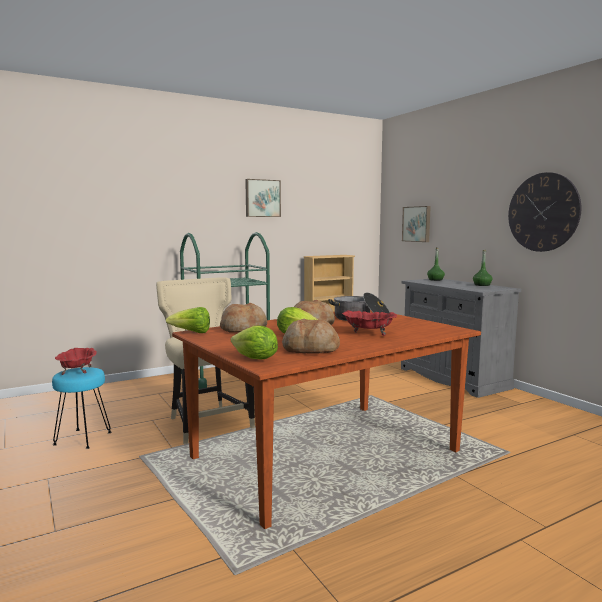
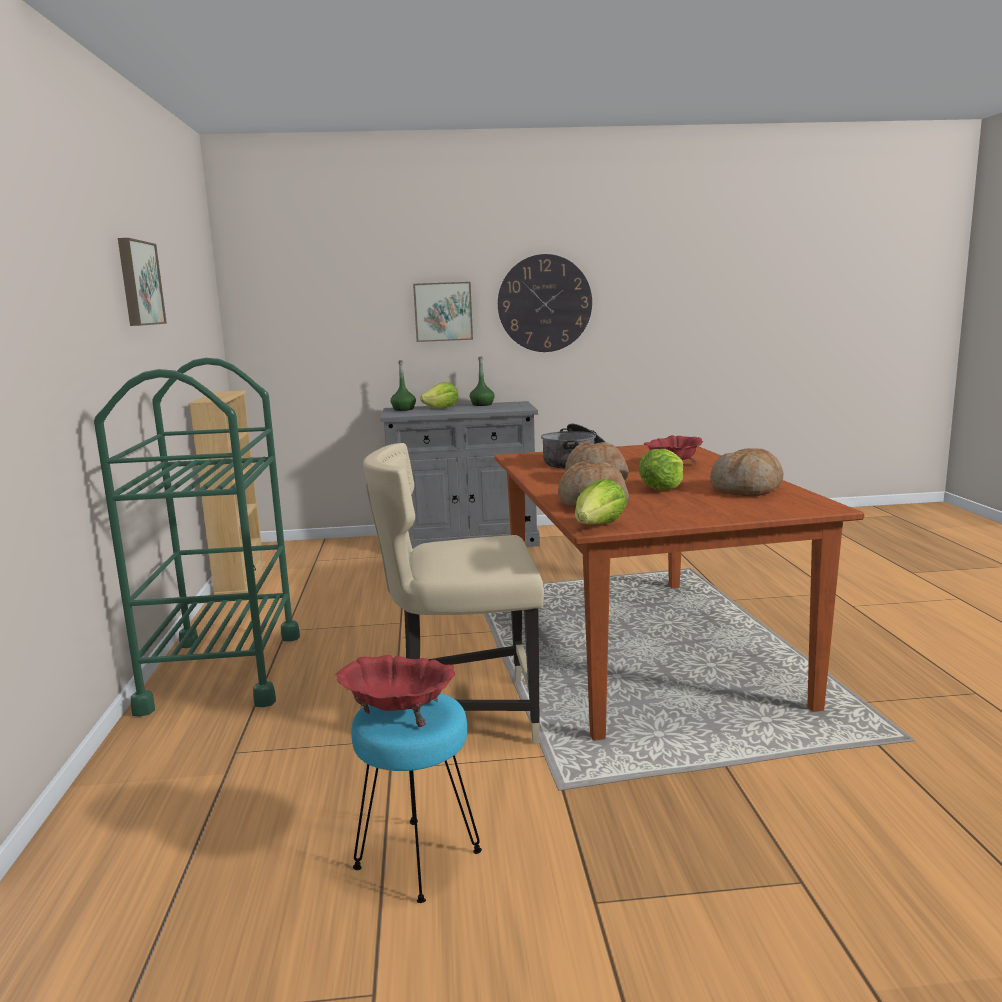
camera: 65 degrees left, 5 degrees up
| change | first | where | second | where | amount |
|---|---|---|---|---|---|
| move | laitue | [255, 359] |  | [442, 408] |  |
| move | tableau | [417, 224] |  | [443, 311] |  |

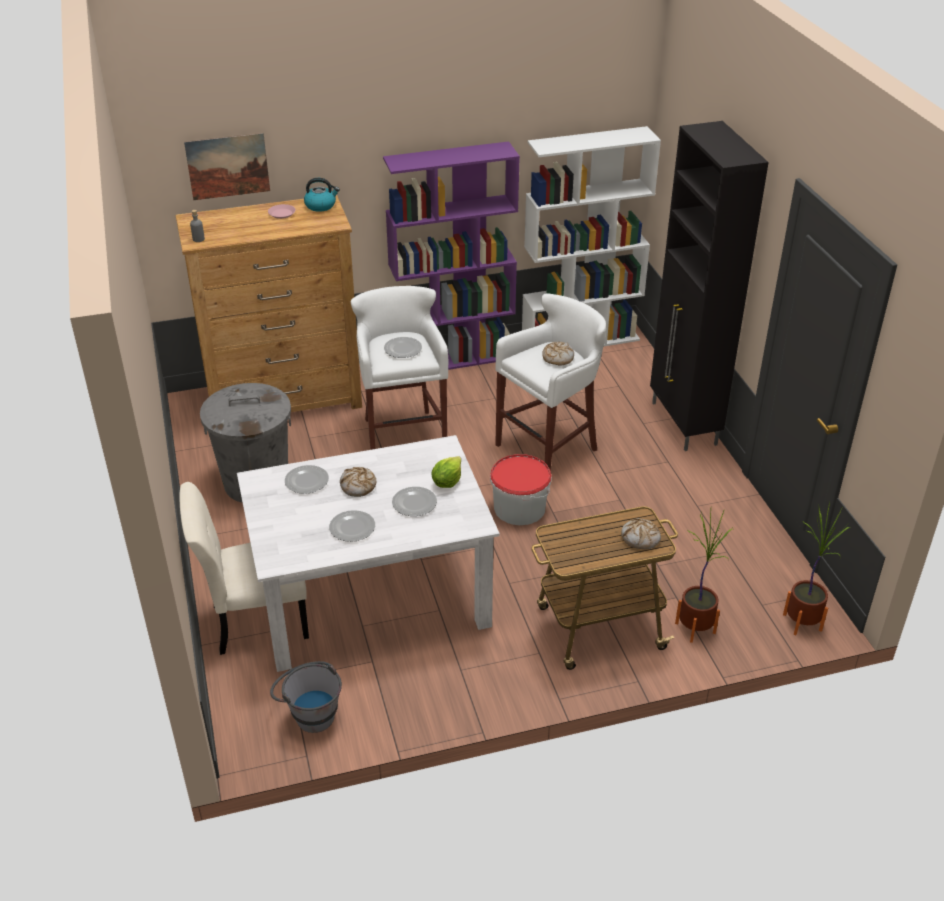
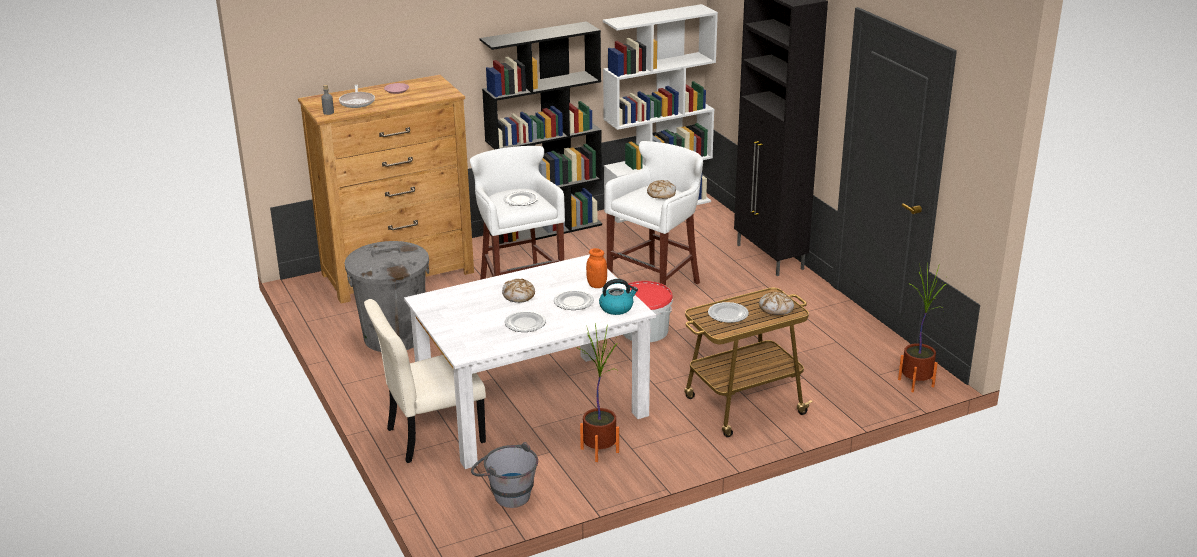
camera: 10 degrees left, 10 degrees down
| change | first | where | second | where | amount |
|---|---|---|---|---|---|
| delete | tableau | [228, 166] |  |  |  |
| move | assiette | [307, 480] |  | [728, 314] |  |
| move | bouilloire | [321, 205] |  | [617, 308] |  |
| recolor | bibliothèque [violet] | [454, 358] | bibliothèque [noir] | [546, 229] |  |
| replace | laitue | [447, 482] | bocal [orange] | [597, 285] |  |
| move | plante en pot | [695, 628] |  | [600, 450] |  |
| insert |  |  | poêle | [357, 102] |  |

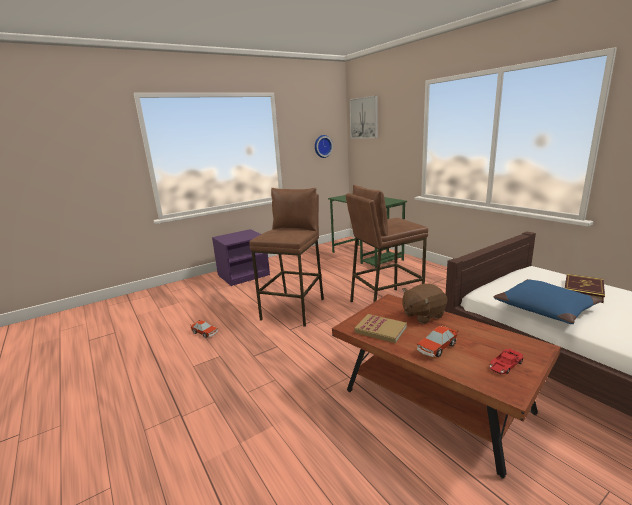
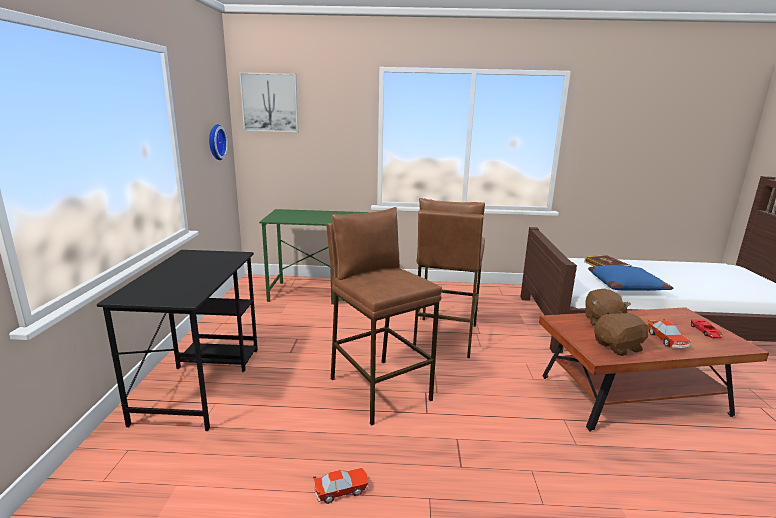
camera: 55 degrees left, 0 degrees up
| change | first | where | second | where | amount |
|---|---|---|---|---|---|
| replace | table de chevet [violet] | [244, 275] | bureau [noir] | [201, 382] |  |
| replace | livre | [380, 330] | peluche [marron] | [618, 347] |  |

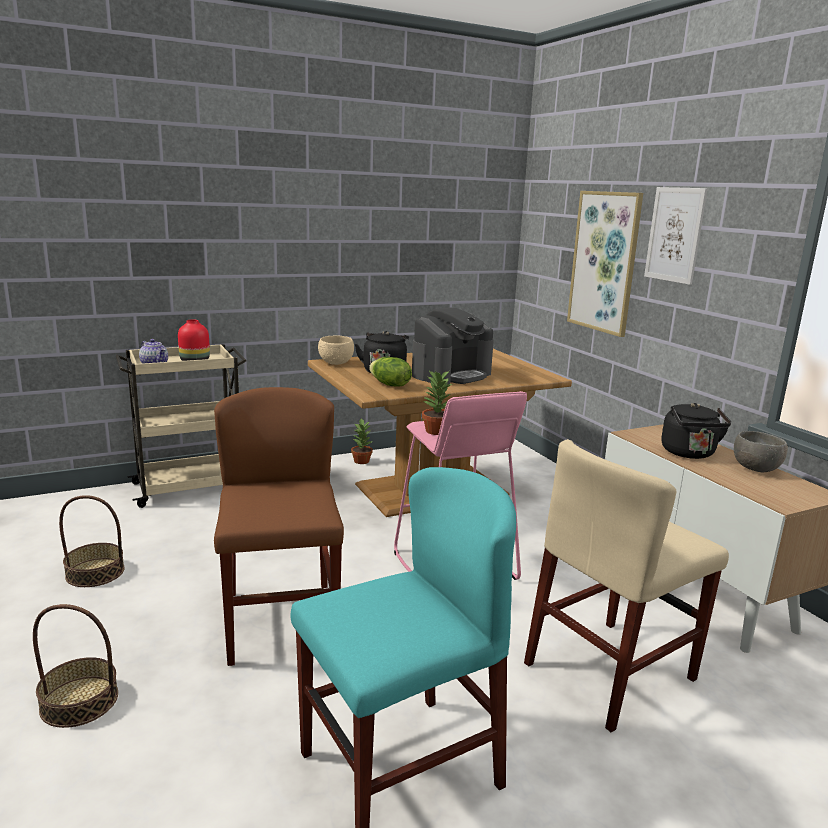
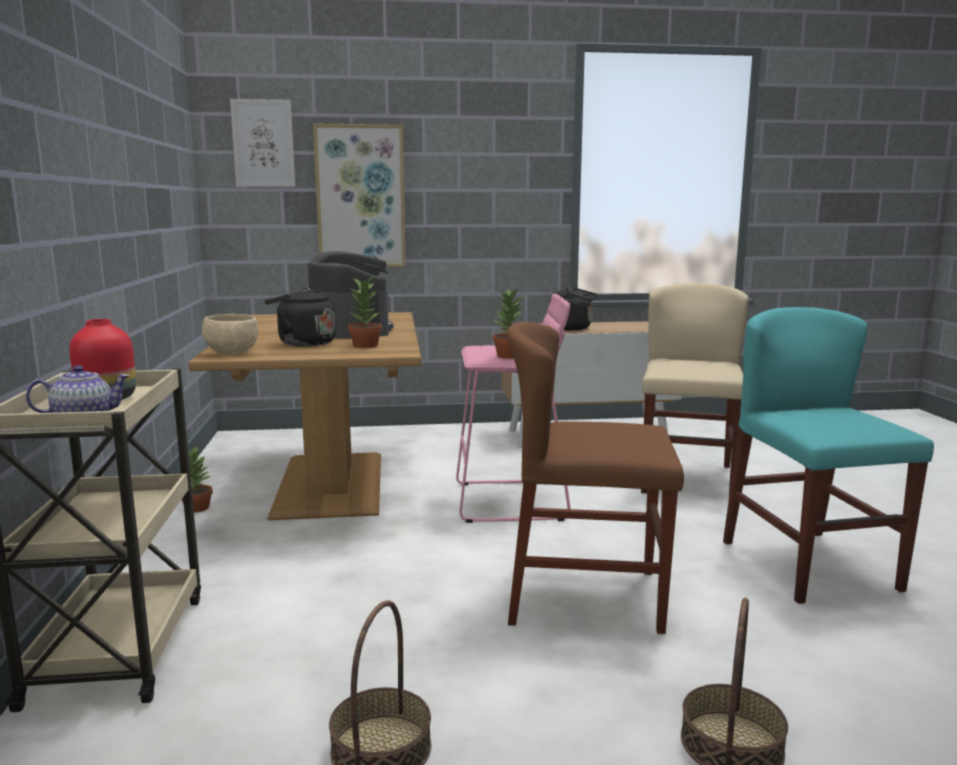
camera: 70 degrees left, 5 degrees down
| change | first | where | second | where | amount |
|---|---|---|---|---|---|
| replace | laitue | [389, 385] | plante en pot | [366, 345] |  |
| rotate | chaise [beige] | [610, 671] |  | [686, 479] | 150 degrees counterclockwise |
| move | tableau | [675, 235] |  | [263, 143] |  |
| delete | bol [gris] | [756, 469] |  |  |  |

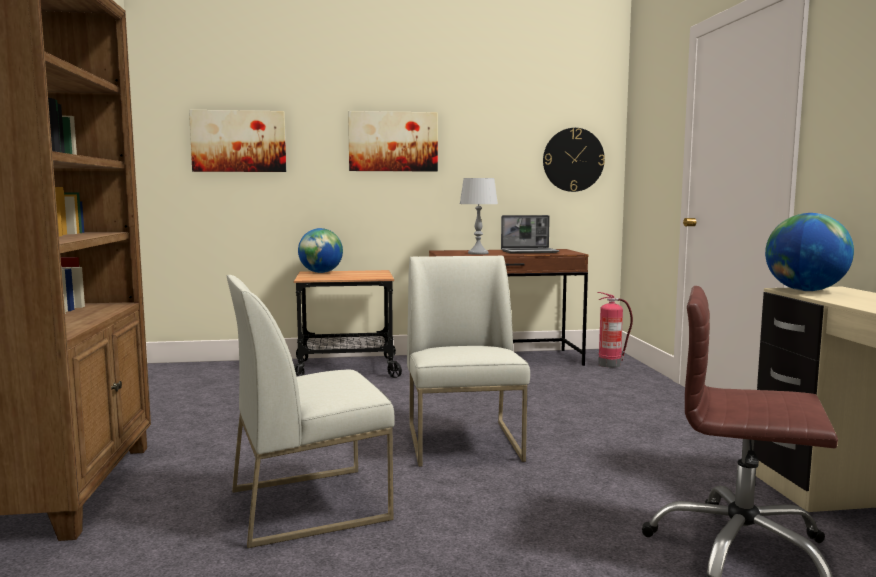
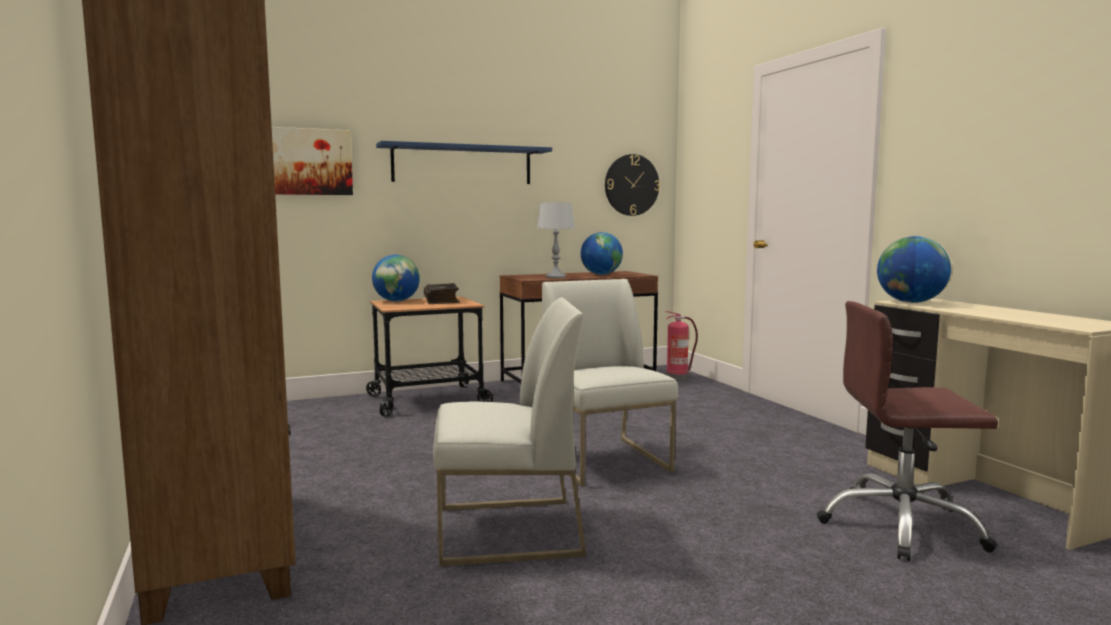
camera: 15 degrees left, 0 degrees up
| change | first | where | second | where | amount |
|---|---|---|---|---|---|
| rotate | chaise [blanc] | [310, 504] |  | [507, 531] | 150 degrees counterclockwise |
| replace | tableau | [393, 141] | étagère [bleu] | [462, 164] |  |
| replace | ordinateur portable | [530, 252] | globe | [601, 274] |  |
| insert |  |  | livre | [442, 300] |  |

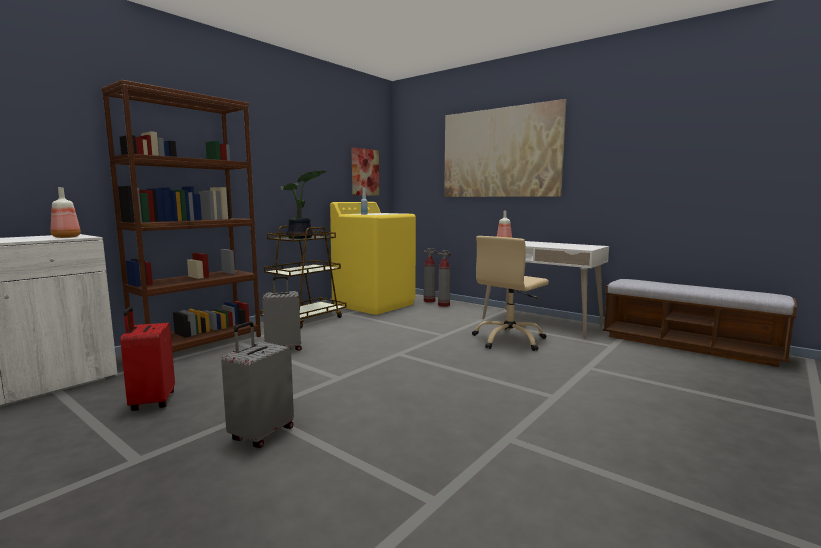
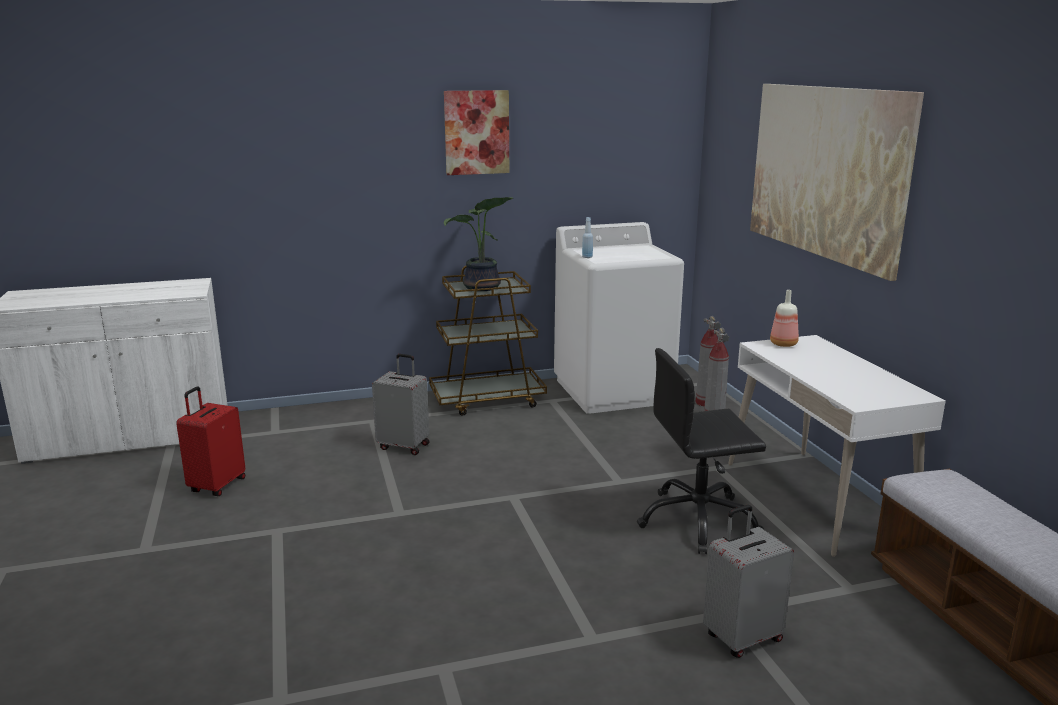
camera: 35 degrees right, 10 degrees up
| change | first | where | second | where | amount |
|---|---|---|---|---|---|
| delete | bouteille | [66, 237] |  |  |  |
| delete | bibliothèque [marron] | [199, 345] |  |  |  |
| move | valise [gris] | [261, 434] |  | [741, 637] |  |
| recolor | lave-linge [jaune] | [374, 304] | lave-linge [blanc] | [613, 391] |  |
| move | tableau | [365, 172] |  | [476, 132] |  |
| recolor | chaise de bureau [beige] | [509, 340] | chaise de bureau [noir] | [698, 521] |  |

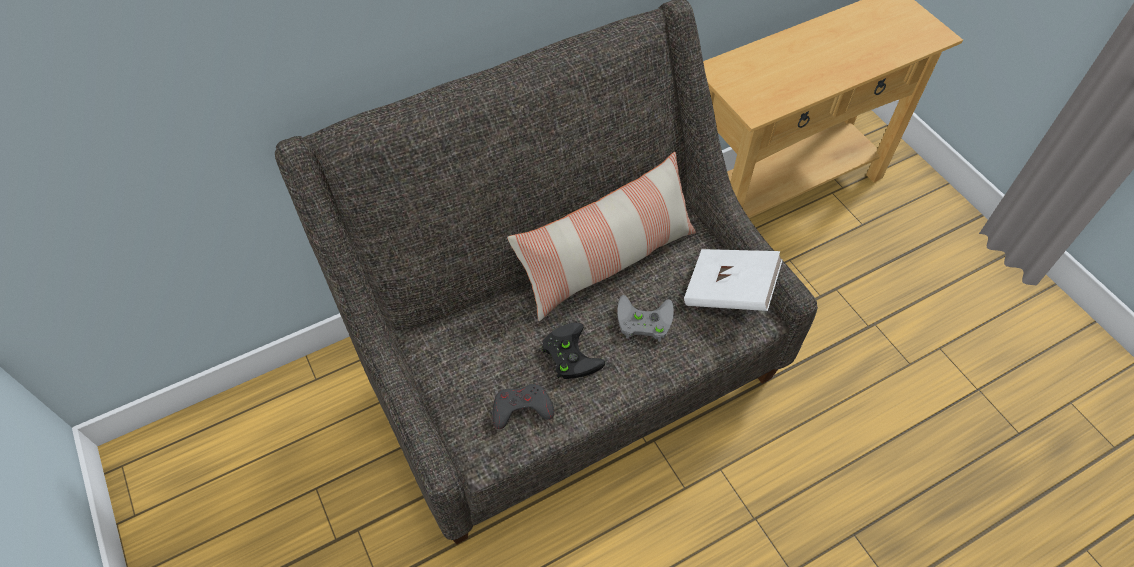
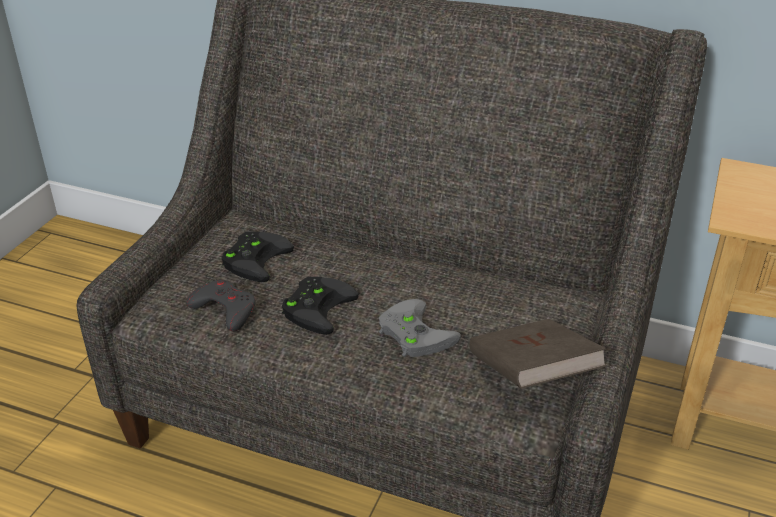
camera: 50 degrees right, 20 degrees down
| change | first | where | second | where | amount |
|---|---|---|---|---|---|
| delete | coussin | [607, 261] |  |  |  |
| recolor | livre [blanc] | [729, 292] | livre [marron] | [531, 375] |  |
| insert |  |  | manette [noir] | [255, 258] |  |

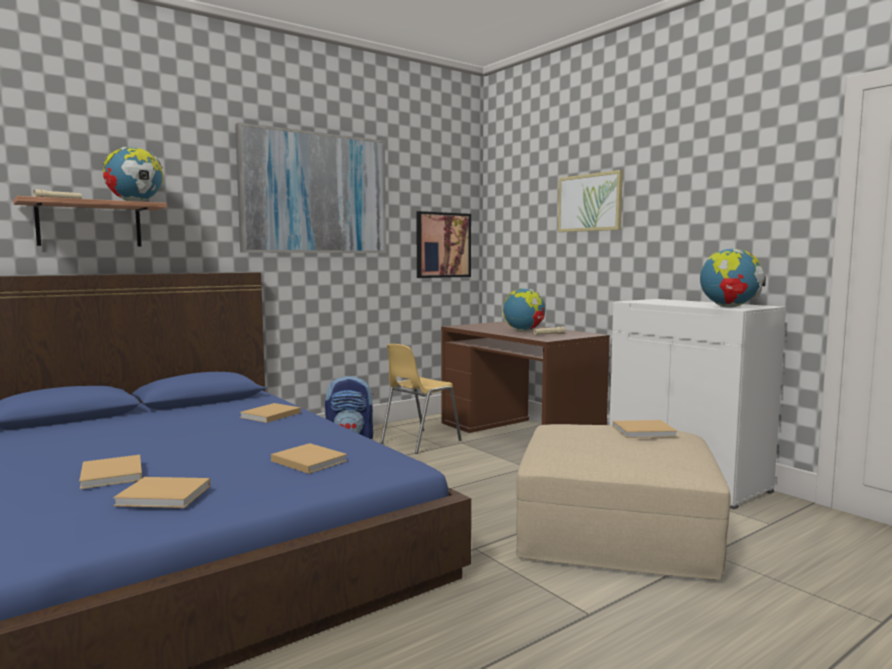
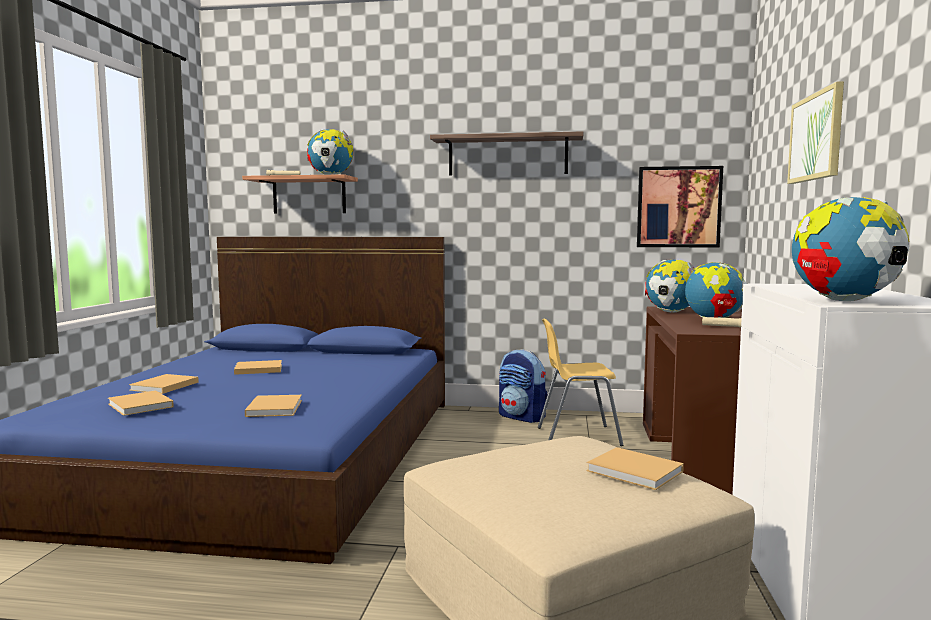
camera: 45 degrees right, 0 degrees up
| change | first | where | second | where | amount |
|---|---|---|---|---|---|
| replace | tableau | [314, 193] | étagère | [507, 156] |  |
| move | livre [beige] | [269, 415] |  | [257, 369] |  |
| insert |  |  | globe | [671, 312] |  |

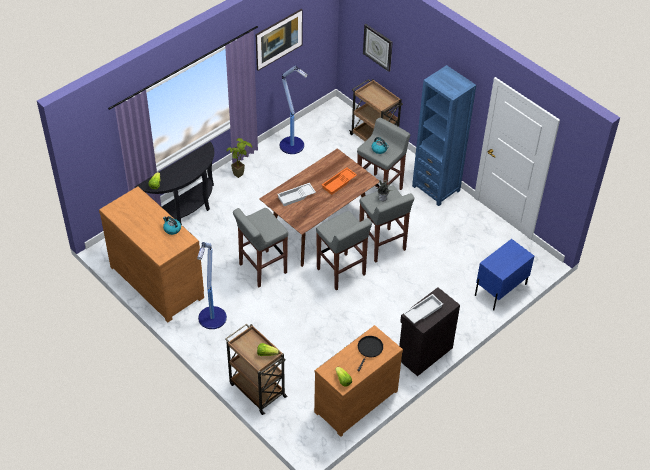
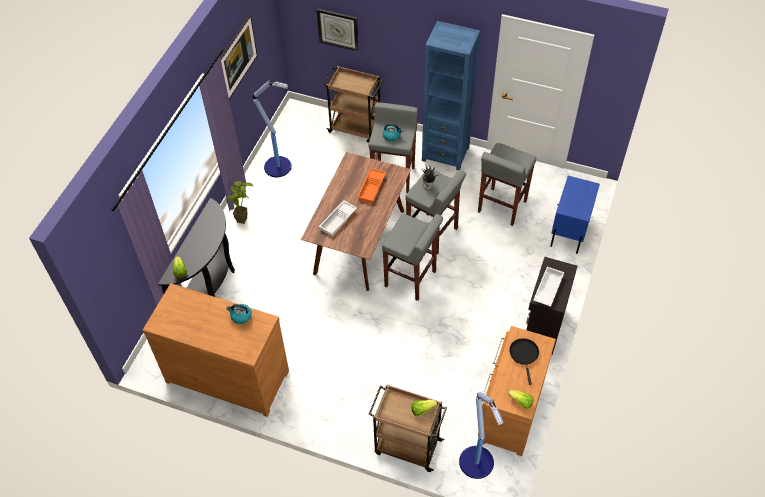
camera: 25 degrees left, 5 degrees up
| change | first | where | second | where | amount |
|---|---|---|---|---|---|
| move | lampadaire | [212, 319] |  | [477, 463] |  |
| move | tabouret [gris] | [262, 269] |  | [501, 207] |  |

